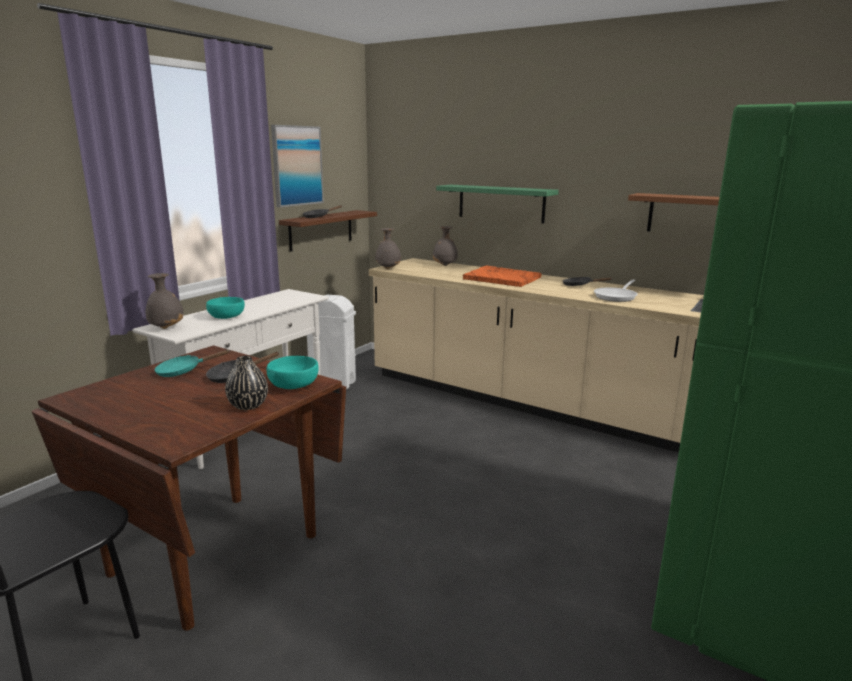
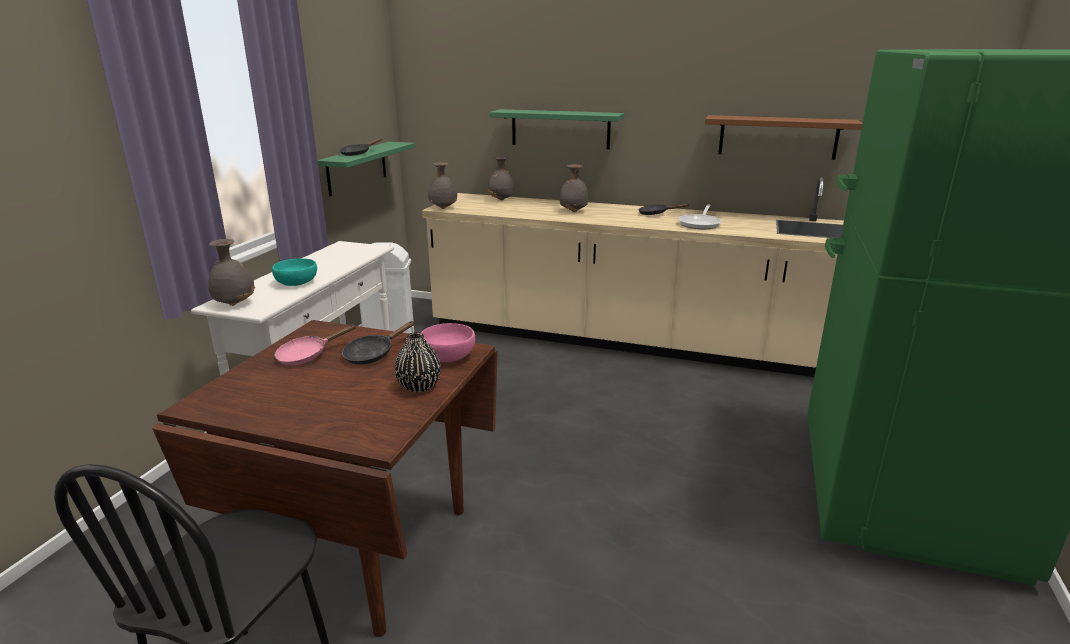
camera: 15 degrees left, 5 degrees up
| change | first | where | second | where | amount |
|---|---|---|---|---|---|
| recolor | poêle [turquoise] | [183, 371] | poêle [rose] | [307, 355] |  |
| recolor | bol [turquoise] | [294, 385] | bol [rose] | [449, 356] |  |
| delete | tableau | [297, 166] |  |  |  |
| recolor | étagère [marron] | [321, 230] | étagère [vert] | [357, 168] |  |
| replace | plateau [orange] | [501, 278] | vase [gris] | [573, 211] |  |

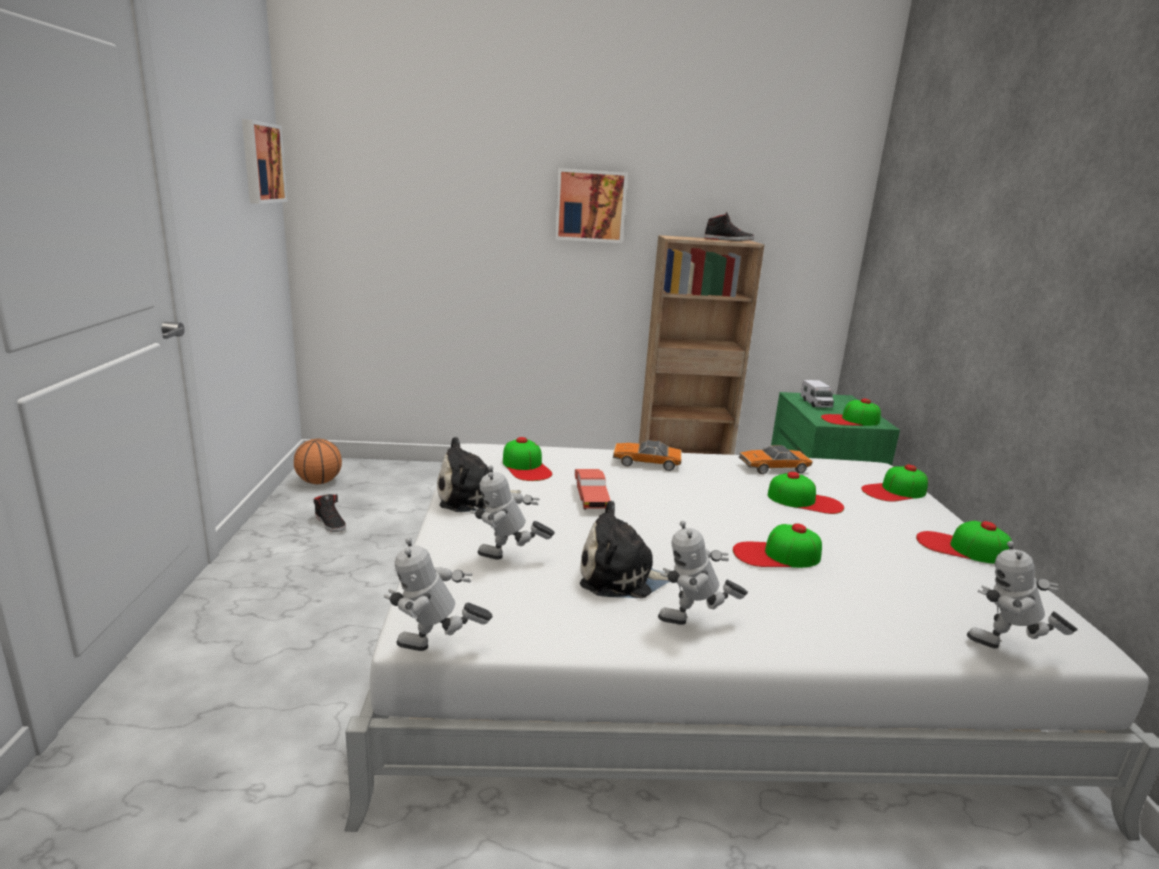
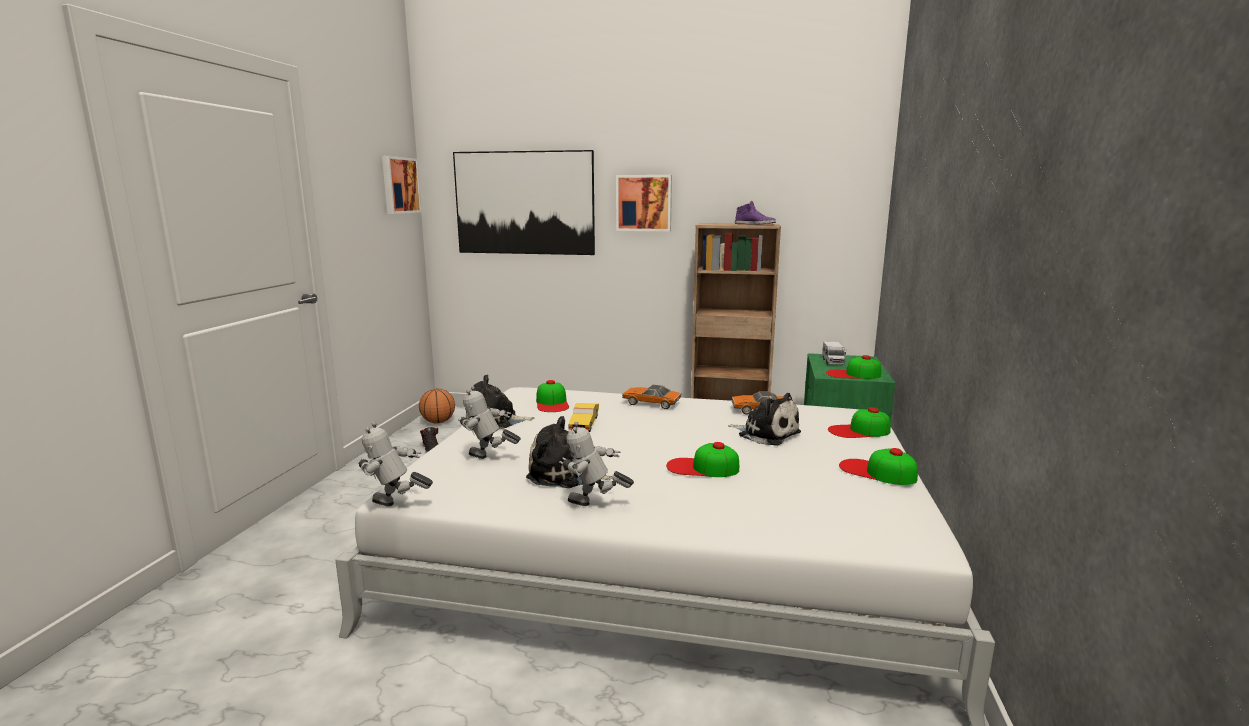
camera: 15 degrees right, 5 degrees down
| change | first | where | second | where | amount |
|---|---|---|---|---|---|
| recolor | petite voiture [rouge] | [590, 497] | petite voiture [jaune] | [584, 424] |  |
| recolor | chaussure [noir] | [728, 240] | chaussure [violet] | [755, 224] |  |
| replace | casquette | [805, 501] | peluche | [766, 434] |  |
| delete | robot jouet | [1008, 652] |  |  |  |
| insert |  |  | tableau | [524, 203] |  |

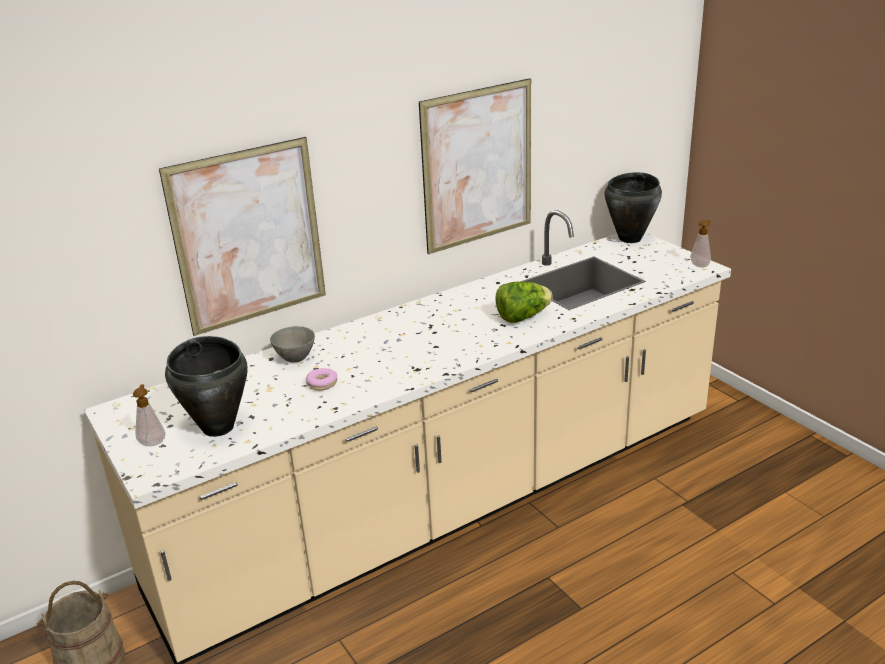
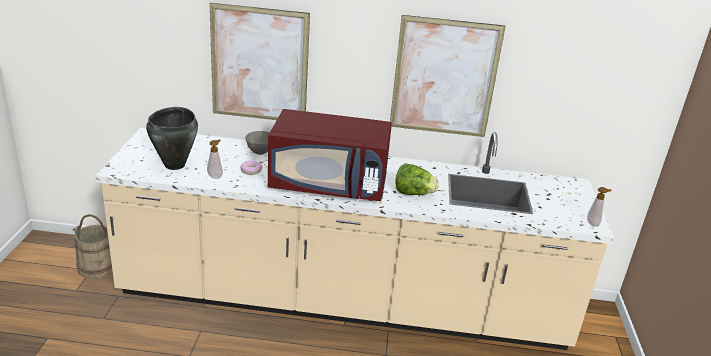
camera: 35 degrees right, 0 degrees up
| change | first | where | second | where | amount |
|---|---|---|---|---|---|
| move | distributeur de savon | [153, 442] |  | [215, 176] |  |
| delete | marmite [noir] | [630, 238] |  |  |  |
| insert |  |  | micro-ondes [rouge] | [329, 185] |  |

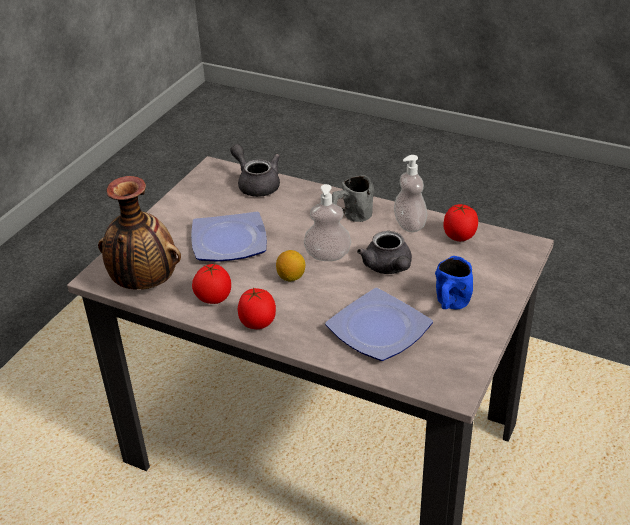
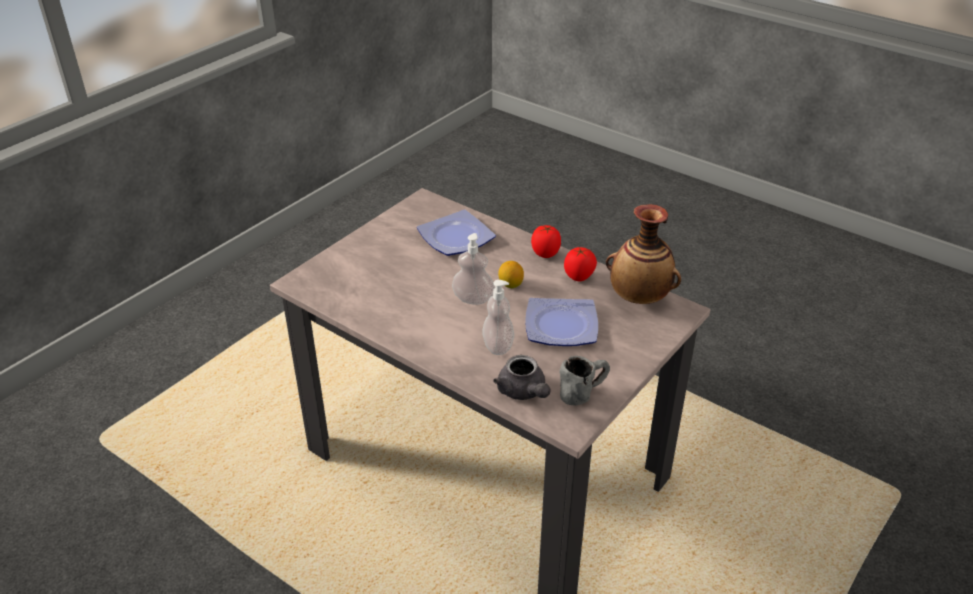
camera: 170 degrees left, 0 degrees up
| change | first | where | second | where | amount |
|---|---|---|---|---|---|
| move | mug [gris] | [350, 217] |  | [584, 392] |  |
| delete | théière [gris] | [389, 268] |  |  |  |
| move | distributeur de savon | [409, 224] |  | [498, 346] |  |
| delete | mug [bleu] | [450, 306] |  |  |  |
| delete | tomate | [459, 237] |  |  |  |

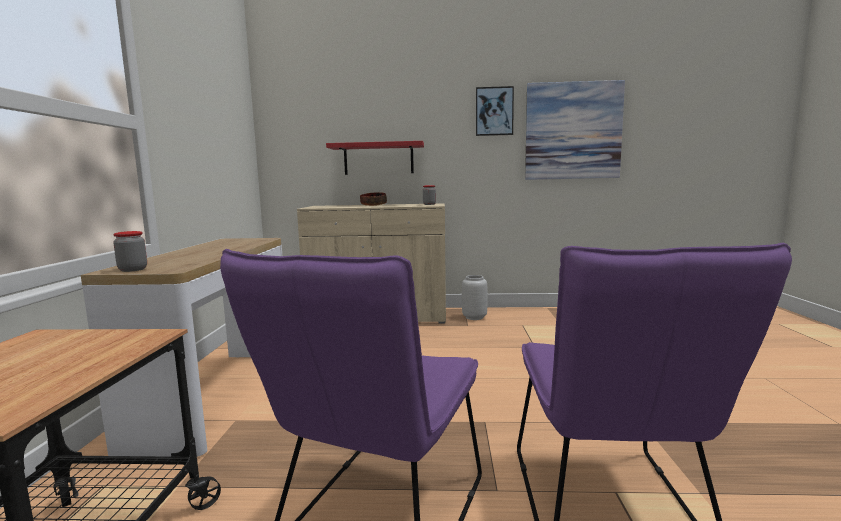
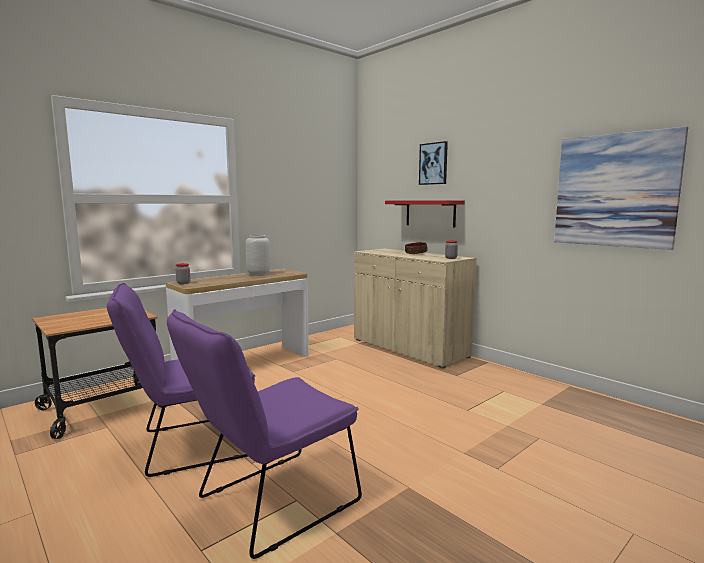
camera: 45 degrees right, 0 degrees up
| change | first | where | second | where | amount |
|---|---|---|---|---|---|
| move | vase [gris] | [474, 317] |  | [258, 274] |  |
| move | tableau | [494, 111] |  | [433, 163] |  |

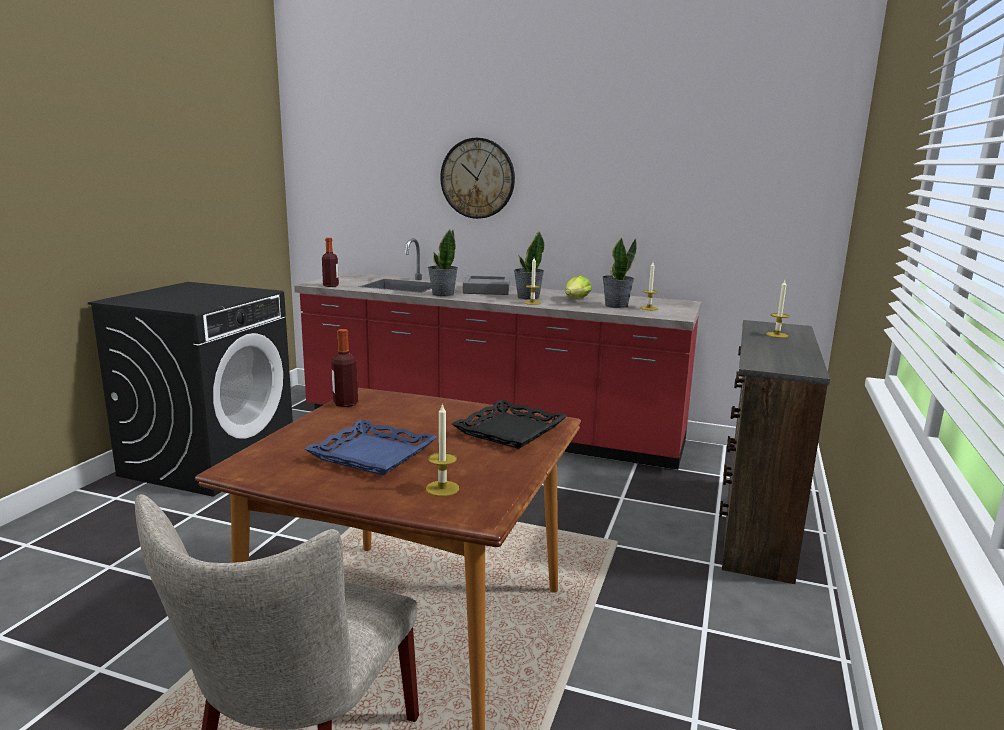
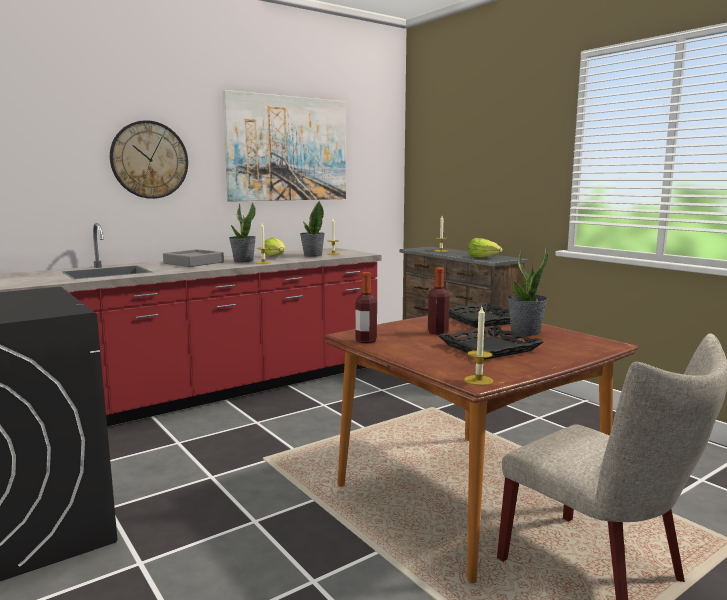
camera: 55 degrees left, 5 degrees down
| change | first | where | second | where | amount |
|---|---|---|---|---|---|
| recolor | plateau [bleu] | [372, 455] | plateau [noir] | [489, 348] |  |
| move | bouteille | [331, 285] |  | [437, 332] |  |
| move | bougie | [442, 488] |  | [478, 380] |  |
| move | plante en pot | [442, 294] |  | [525, 332] |  |
| insert |  |  | tableau | [287, 149] |  |
| insert |  |  | laitue | [484, 258] |  |

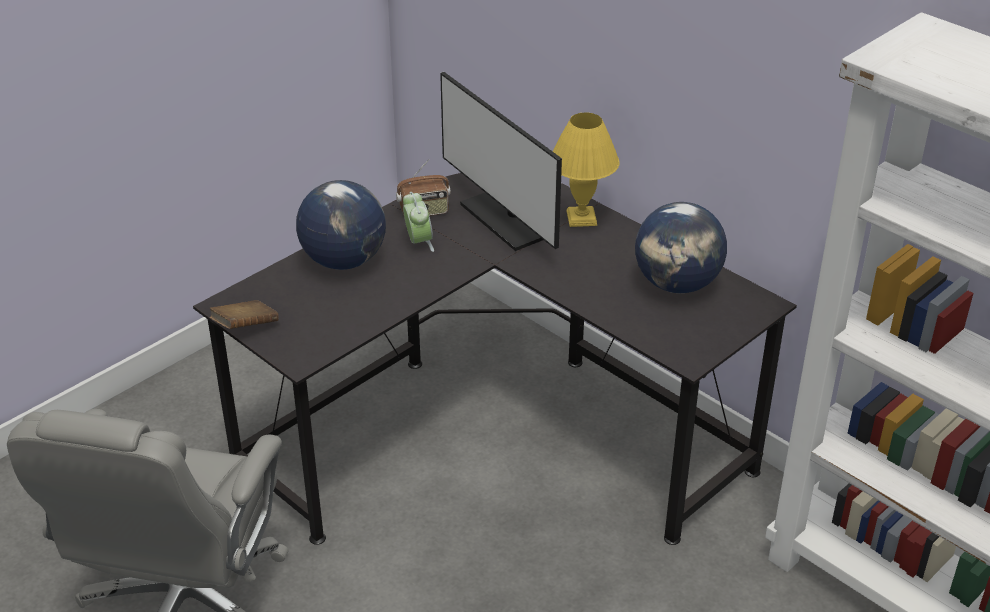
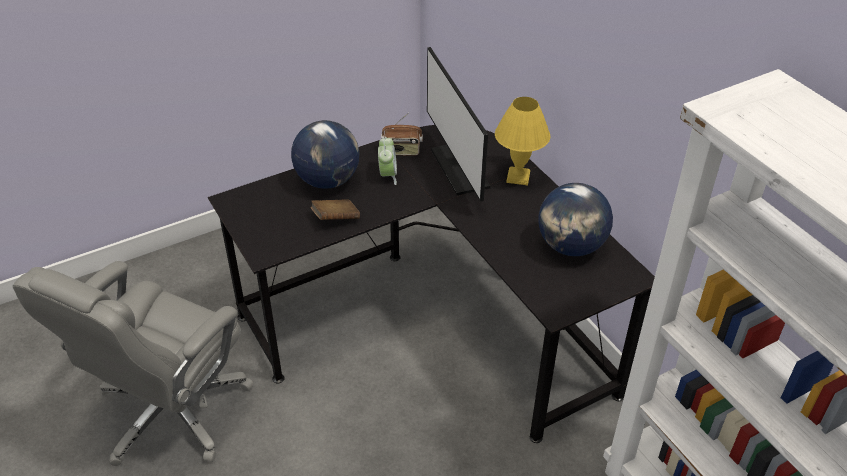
camera: 15 degrees right, 5 degrees up
| change | first | where | second | where | amount |
|---|---|---|---|---|---|
| move | livre [marron] | [245, 327] |  | [335, 218] |  |

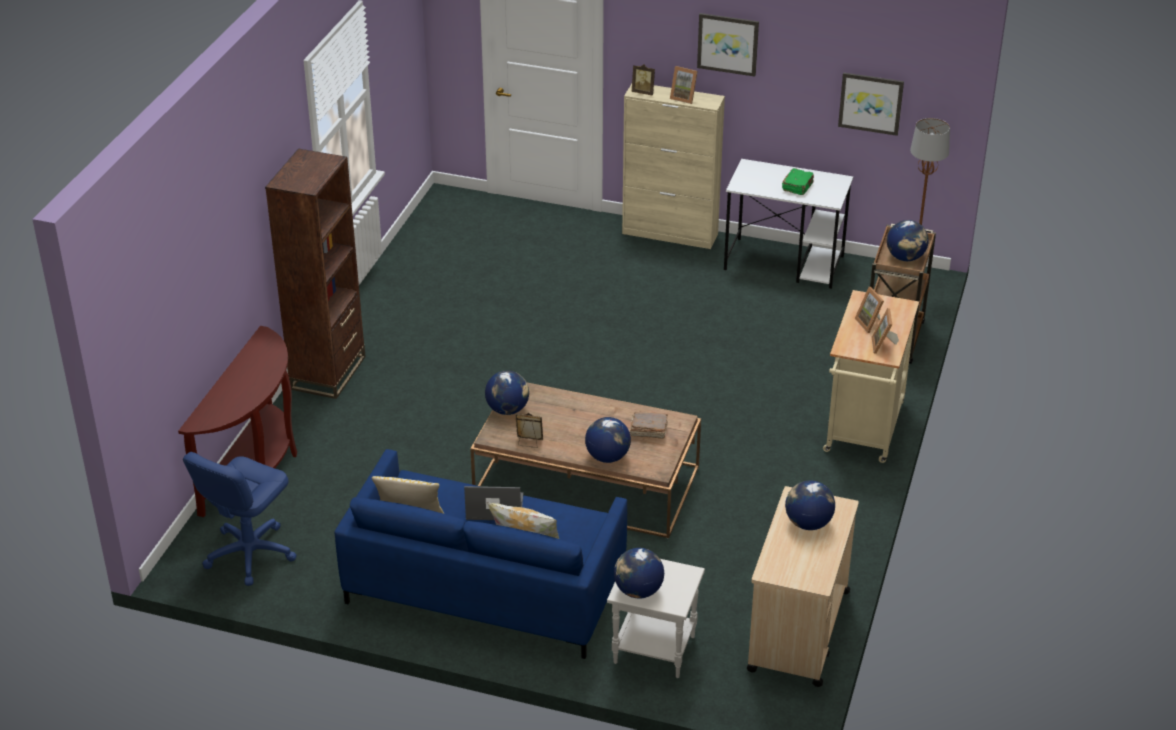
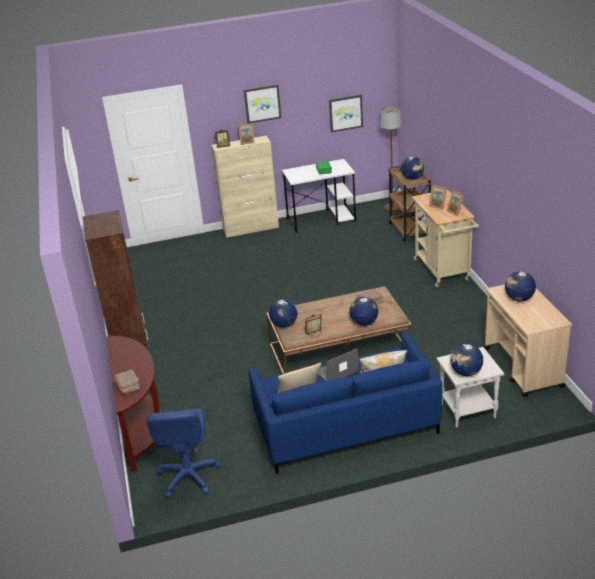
camera: 30 degrees left, 5 degrees down
| change | first | where | second | where | amount |
|---|---|---|---|---|---|
| insert |  |  | livre [marron] | [128, 385] |  |

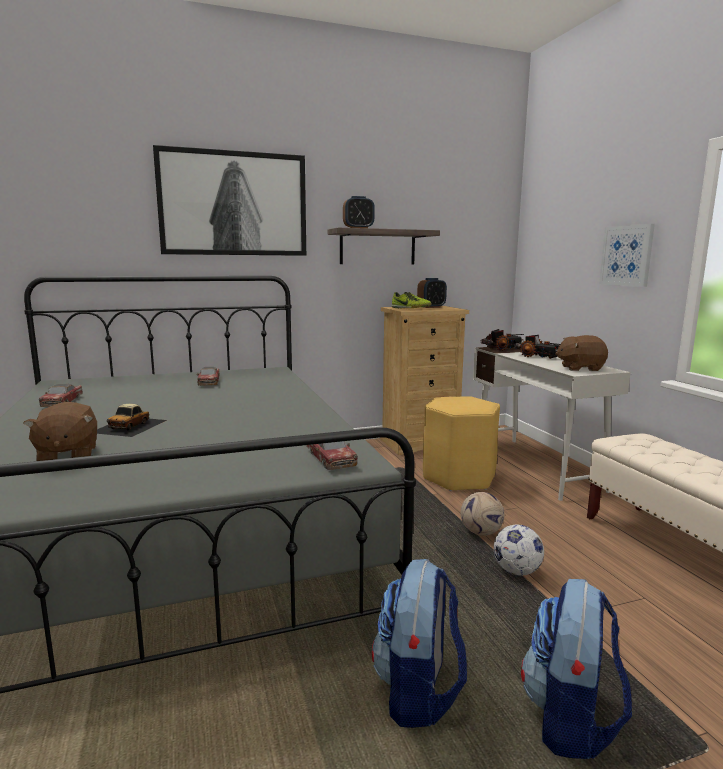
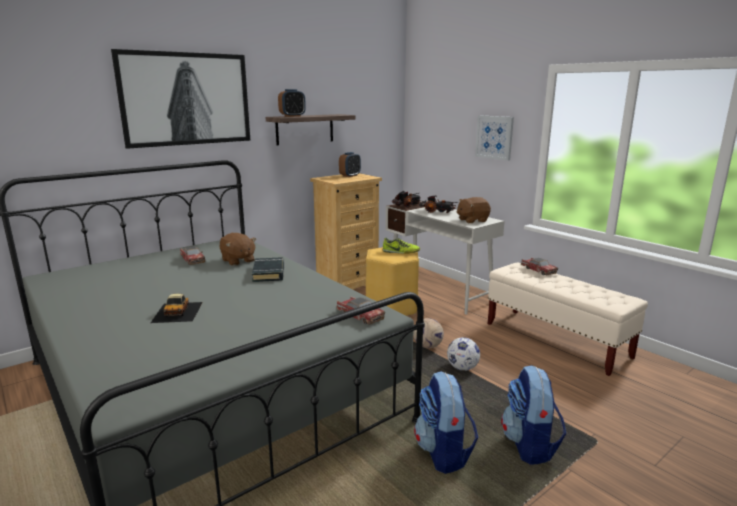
camera: 20 degrees left, 5 degrees up
| change | first | where | second | where | amount |
|---|---|---|---|---|---|
| move | peluche [marron] | [67, 455] |  | [238, 261] |  |
| move | petite voiture | [62, 401] |  | [538, 270] |  |
| move | chaussure | [410, 308] |  | [400, 252] |  |
| insert |  |  | livre [noir] | [269, 273] |  |

